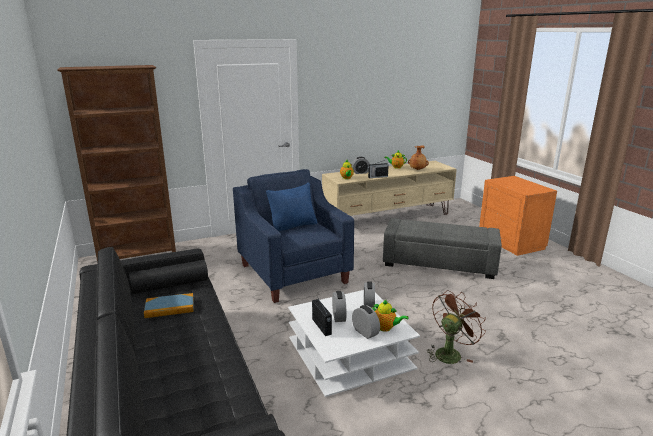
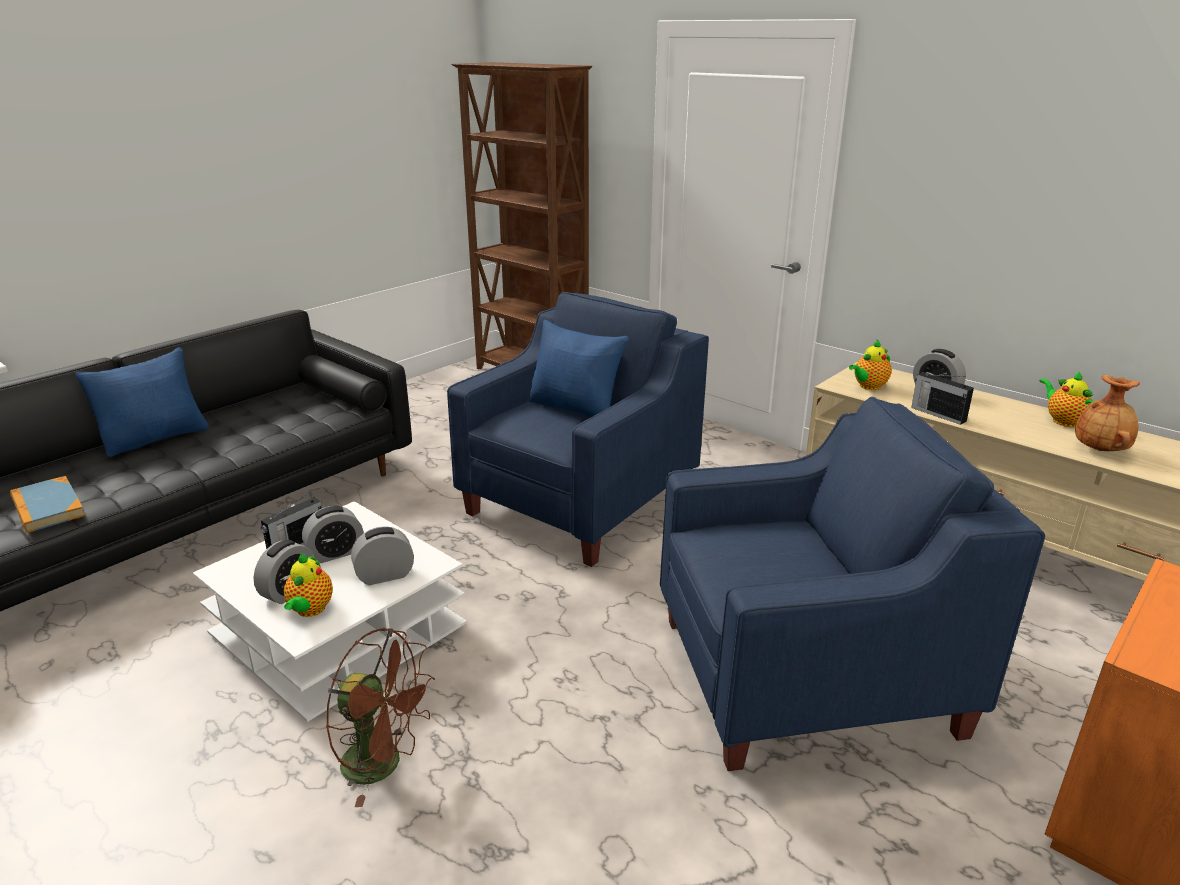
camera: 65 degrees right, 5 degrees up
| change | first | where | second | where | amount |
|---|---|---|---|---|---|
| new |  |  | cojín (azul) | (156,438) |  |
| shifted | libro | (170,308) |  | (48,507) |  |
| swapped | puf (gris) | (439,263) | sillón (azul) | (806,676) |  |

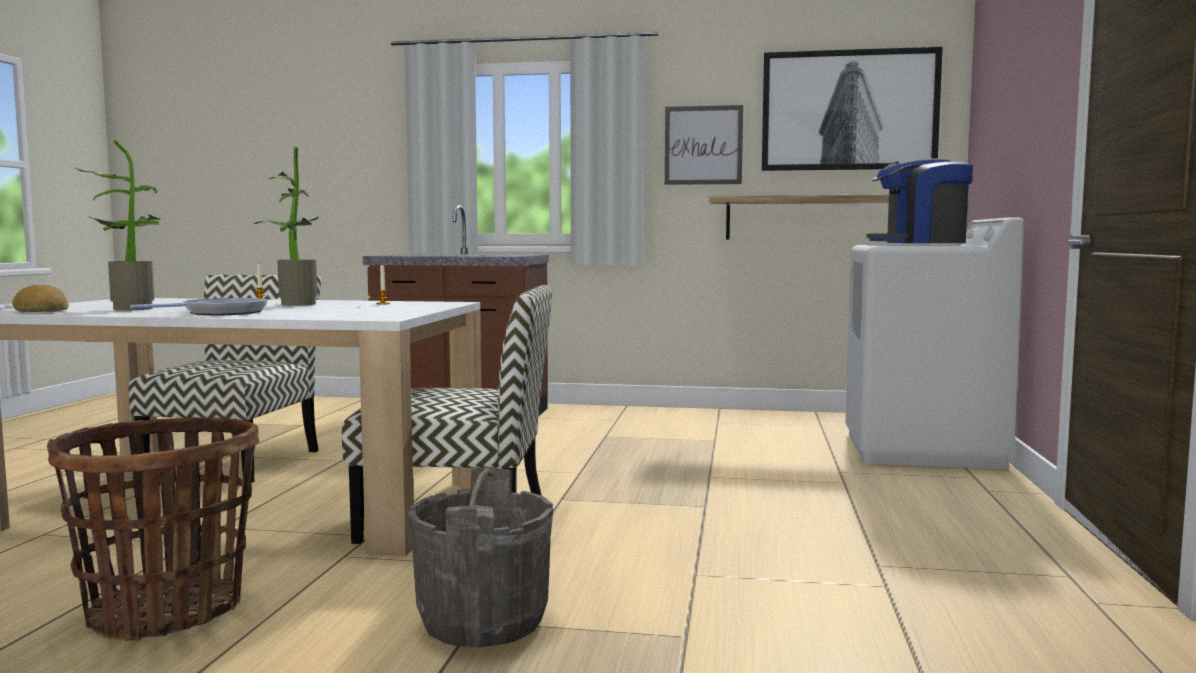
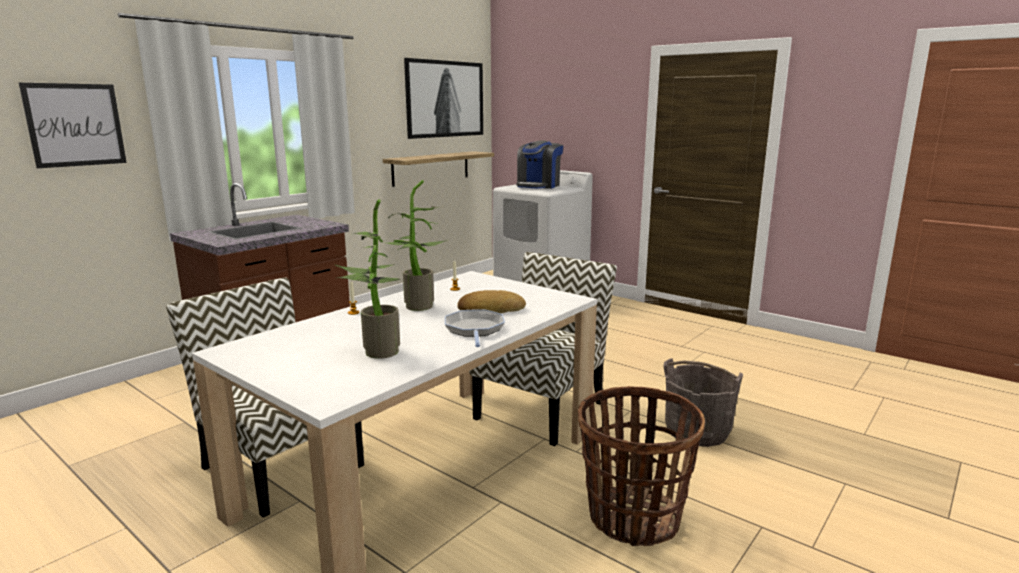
camera: 60 degrees left, 10 degrees up
| change | first | where | second | where | amount |
|---|---|---|---|---|---|
| shifted | pan | (42,310) |  | (490,309) |  |
| shifted | cuadro | (703,145) |  | (75,125) |  |

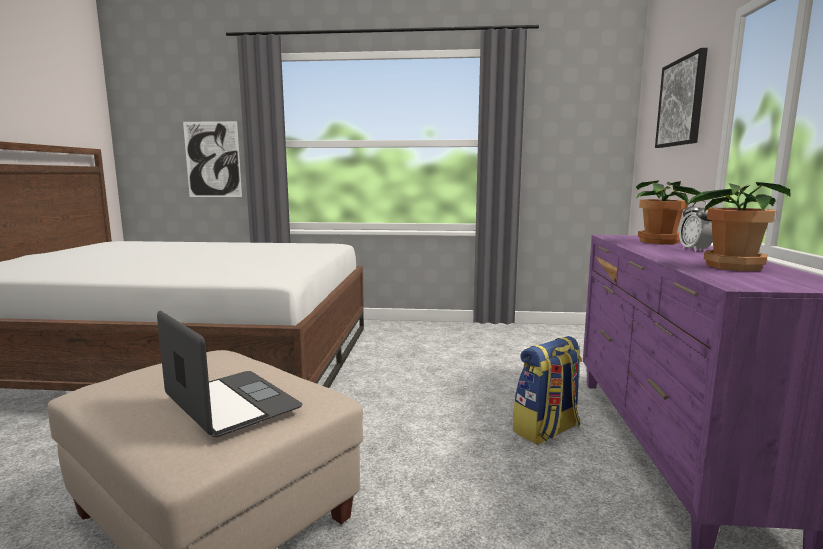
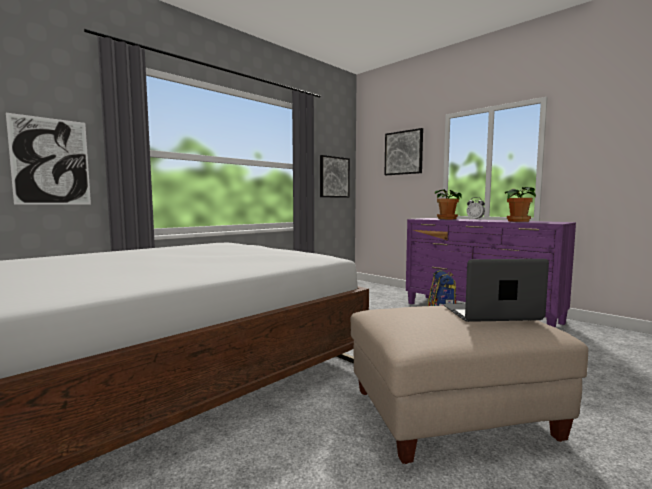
camera: 50 degrees left, 5 degrees down
| change | first | where | second | where | amount |
|---|---|---|---|---|---|
| new |  |  | cuadro | (334,177) |  |

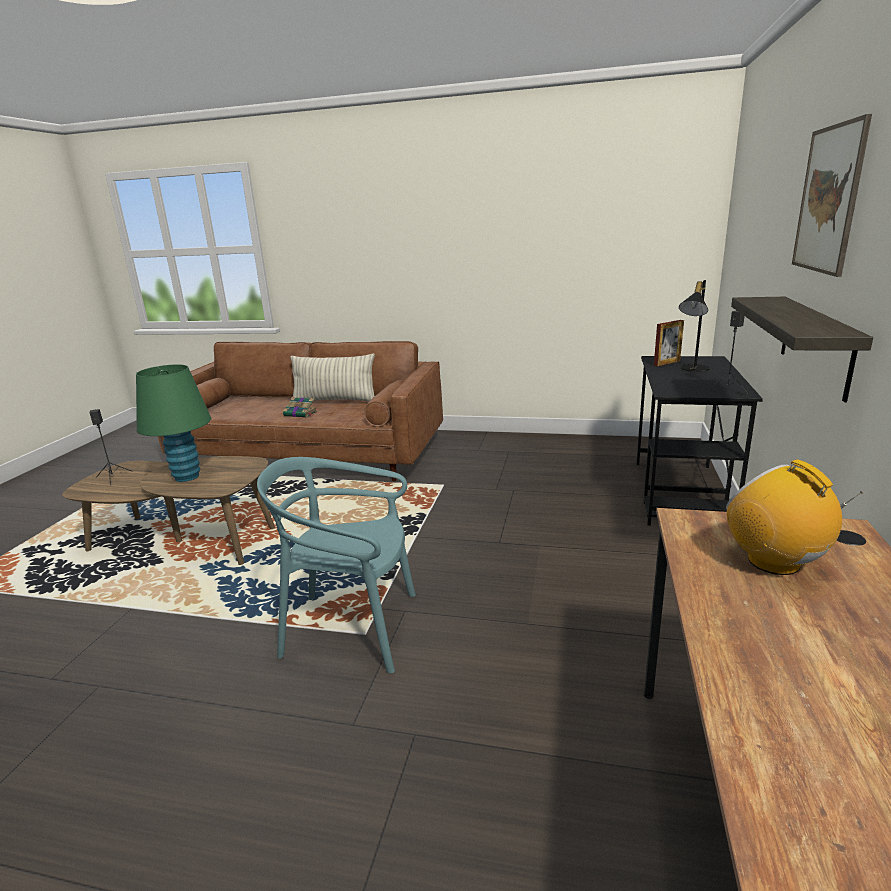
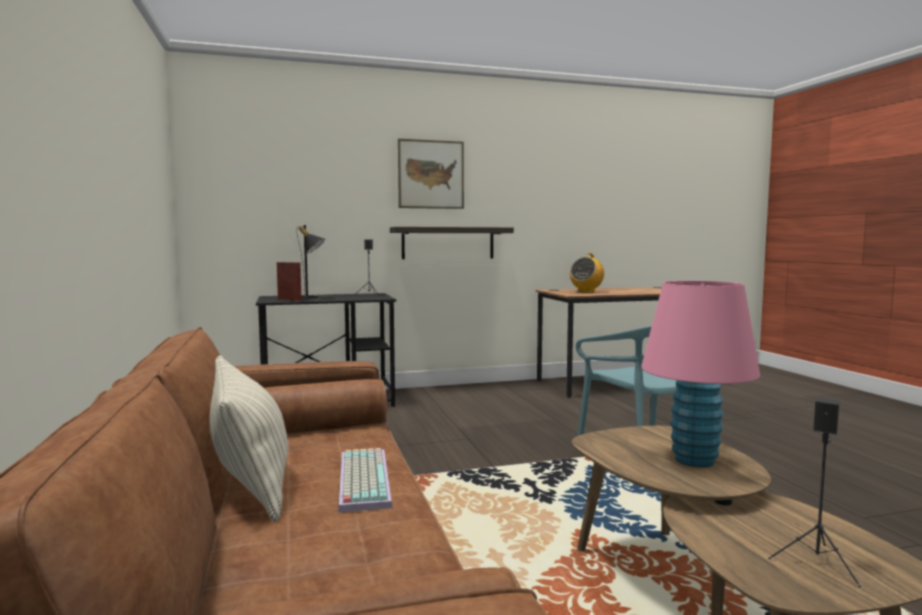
camera: 120 degrees left, 15 degrees down
| change | first | where | second | where | amount |
|---|---|---|---|---|---|
| swapped | libro | (301,414) | teclado | (361,479) |  |
| repainted | lámpara de mesa (verde) | (187,477) | lámpara de mesa (rosa) | (694,460) |  |

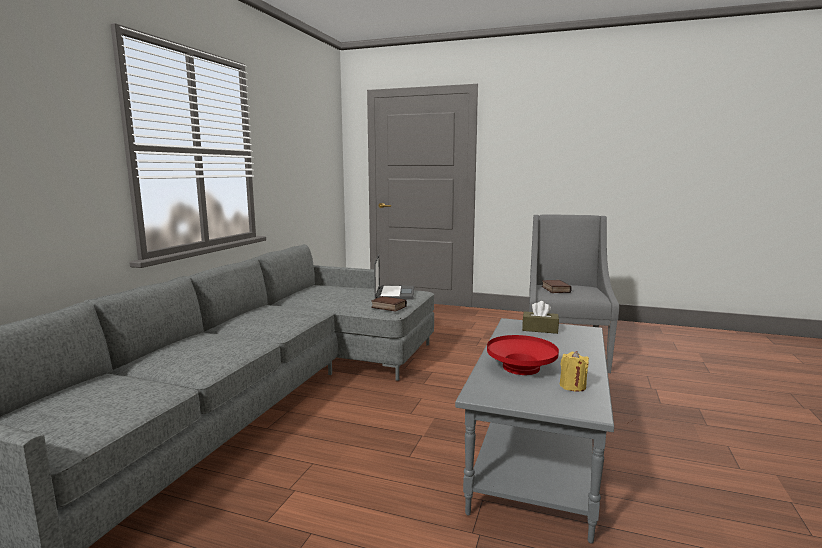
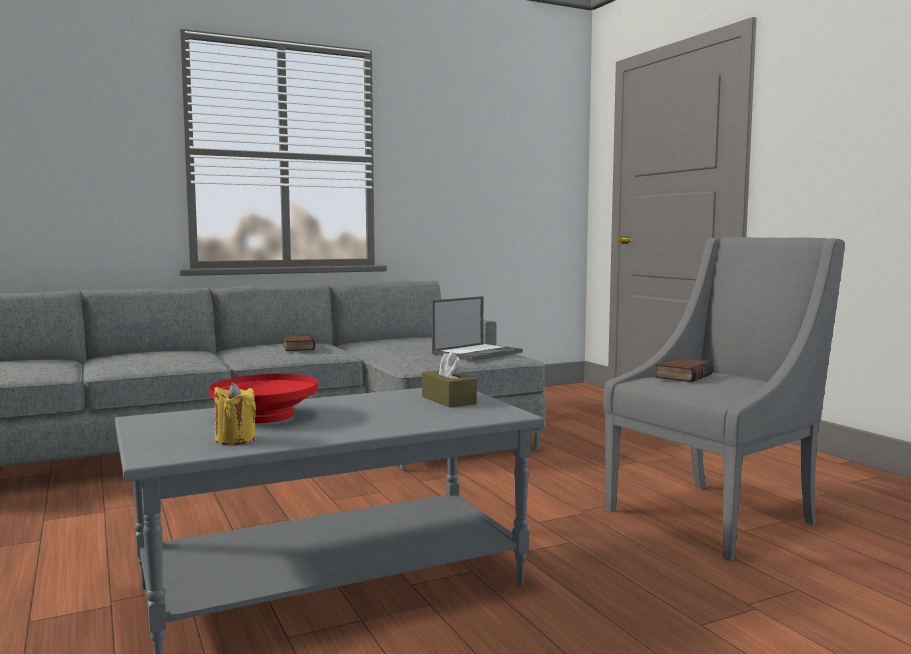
camera: 45 degrees right, 5 degrees down
| change | first | where | second | where | amount |
|---|---|---|---|---|---|
| shifted | libro | (388,307) |  | (297,347) |  |

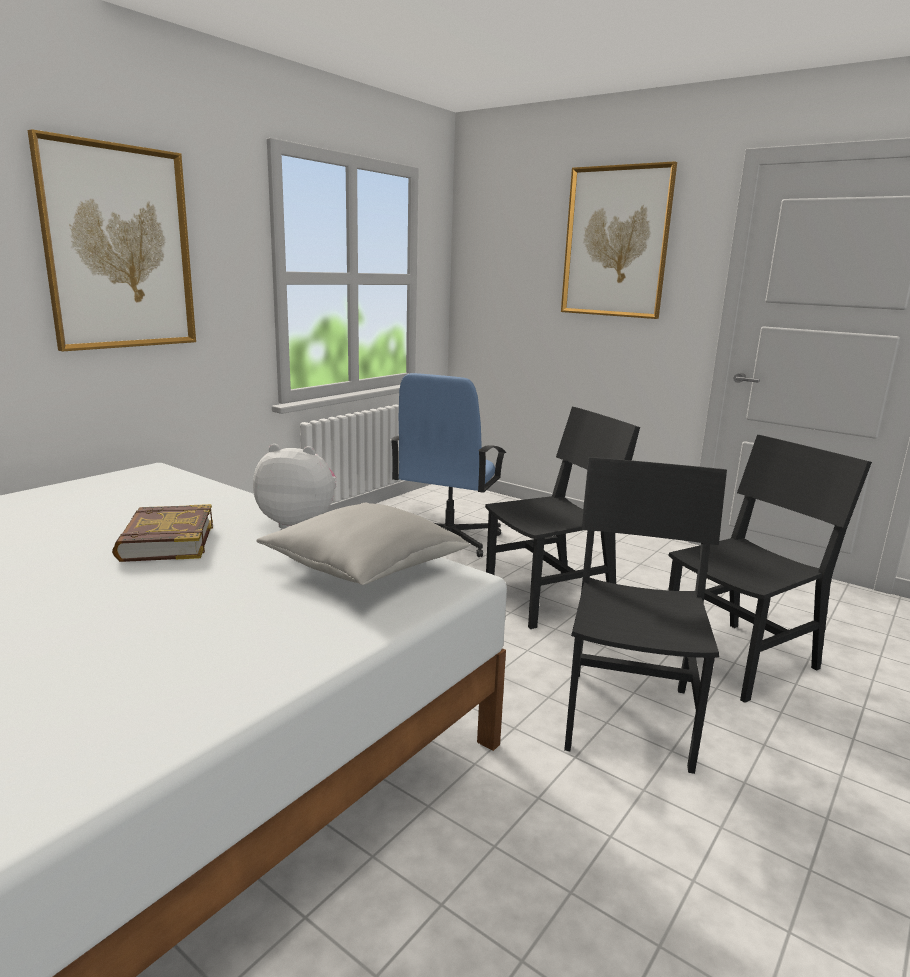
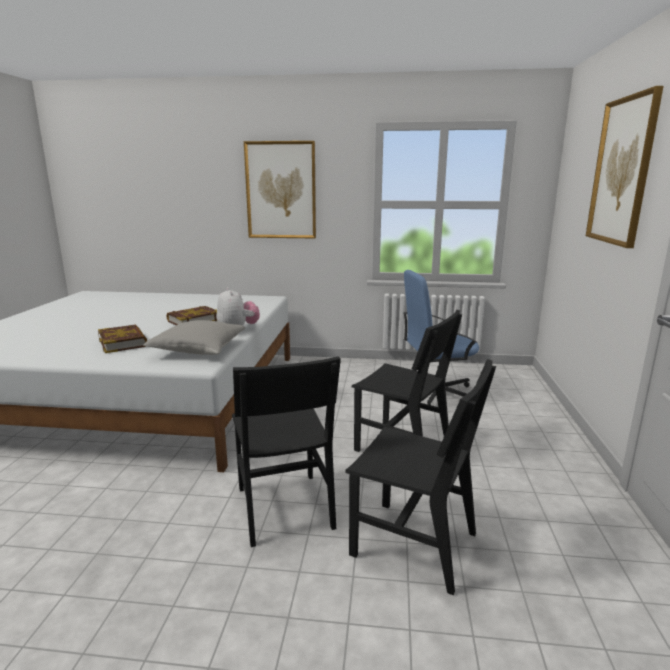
camera: 60 degrees right, 0 degrees up
| change | first | where | second | where | amount |
|---|---|---|---|---|---|
| new |  |  | libro | (123,342) |  |
| rotated | silla (negro) | (628,717) |  | (284,507) | 90 degrees clockwise |

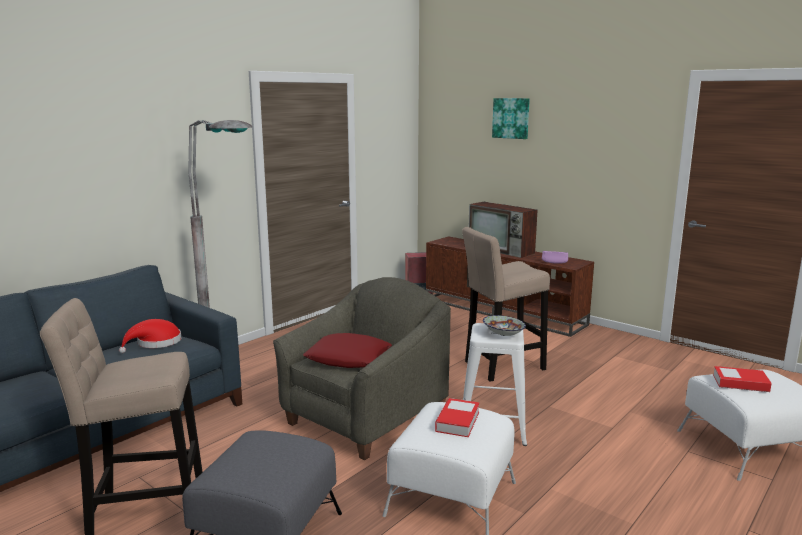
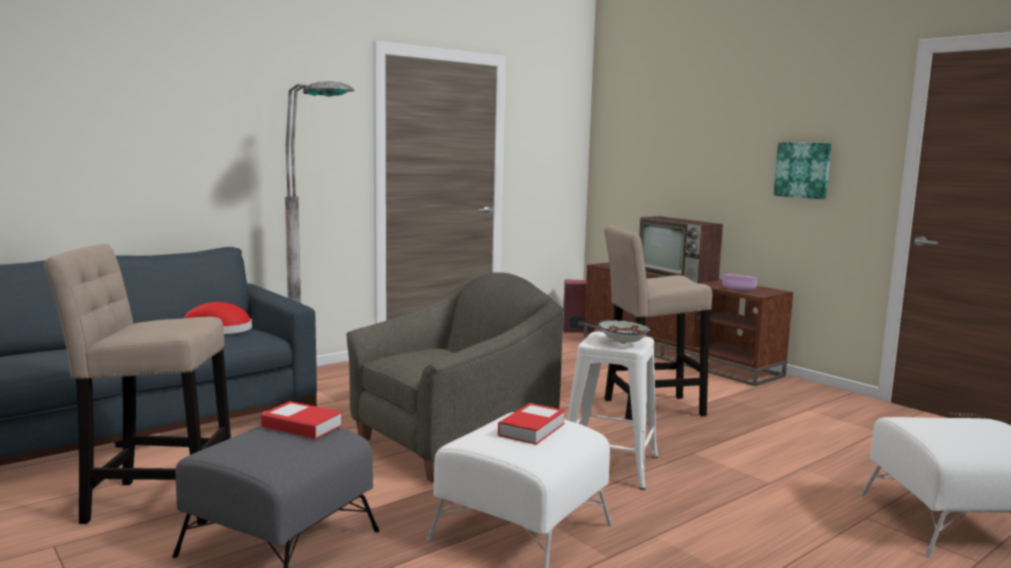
camera: 10 degrees right, 5 degrees down
| change | first | where | second | where | amount |
|---|---|---|---|---|---|
| gone | cojín (rojo) | (348,358) |  |  |  |
| shifted | cuadro | (511,118) |  | (803,170) |  |
| shifted | libro | (740,383) |  | (302,426) |  |

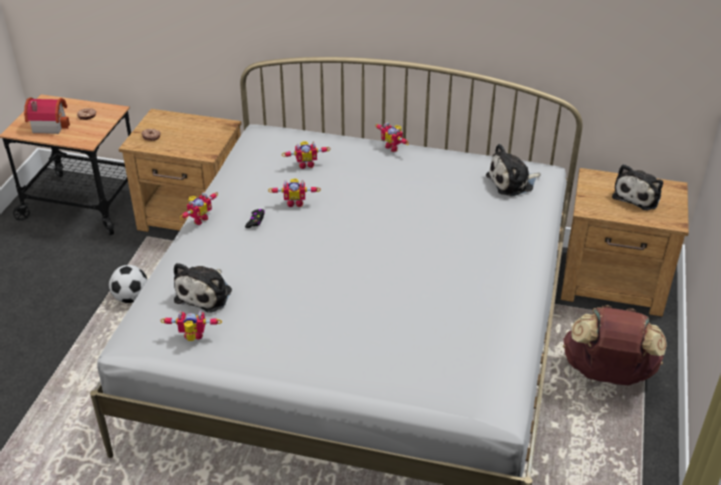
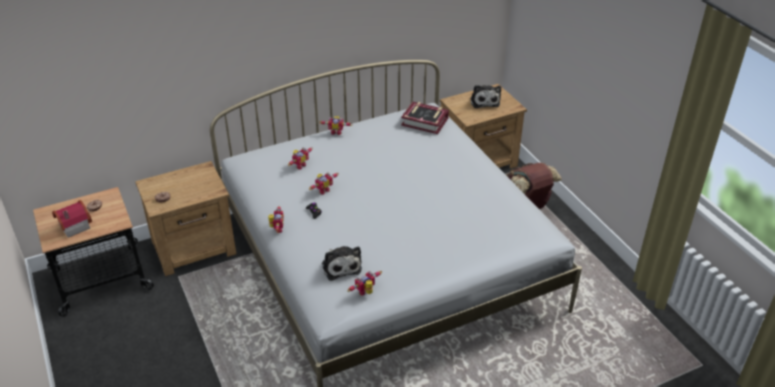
camera: 40 degrees left, 0 degrees up
| change | first | where | second | where | amount |
|---|---|---|---|---|---|
| gone | balón de fútbol | (131,298) |  |  |  |
| swapped | peluche | (512,182) | libro | (425,121) |  |

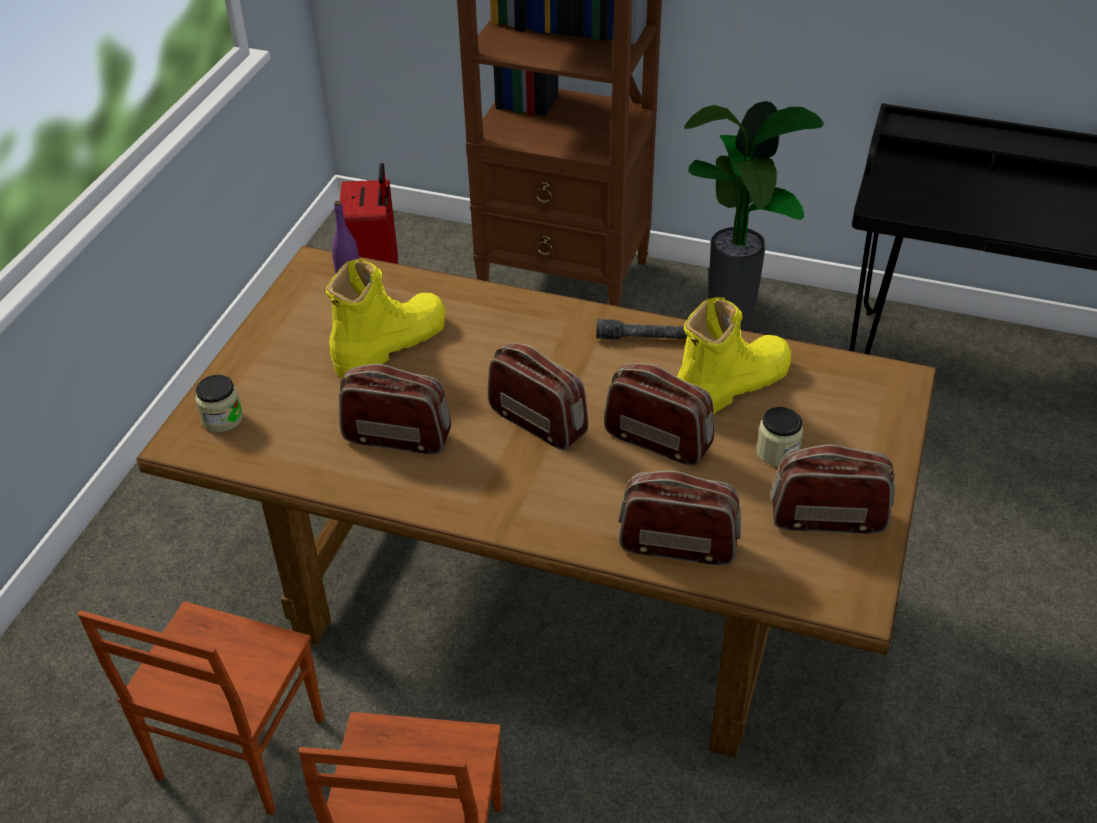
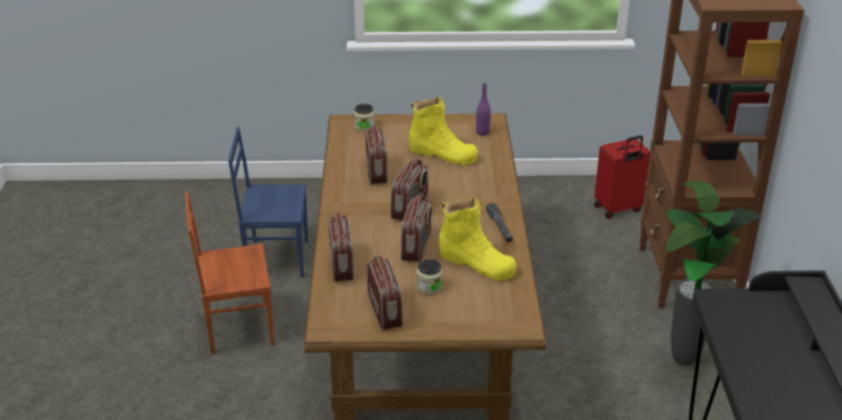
camera: 70 degrees right, 10 degrees down
| change | first | where | second | where | amount |
|---|---|---|---|---|---|
| repainted | silla (marrón) | (237,750) | silla (azul) | (276,257) |  |

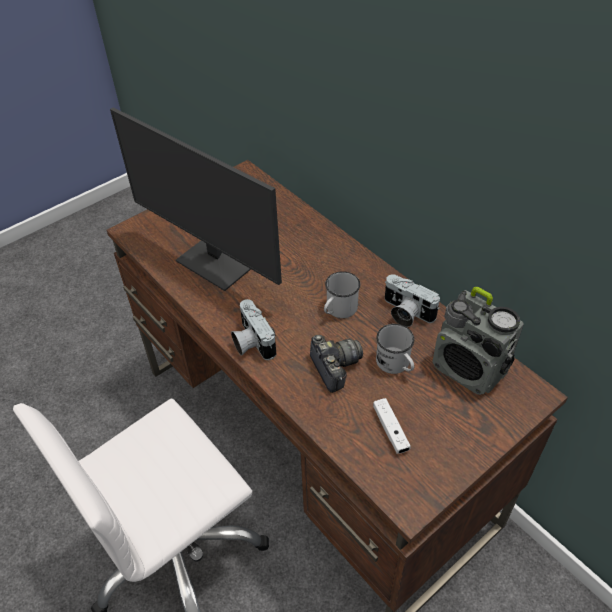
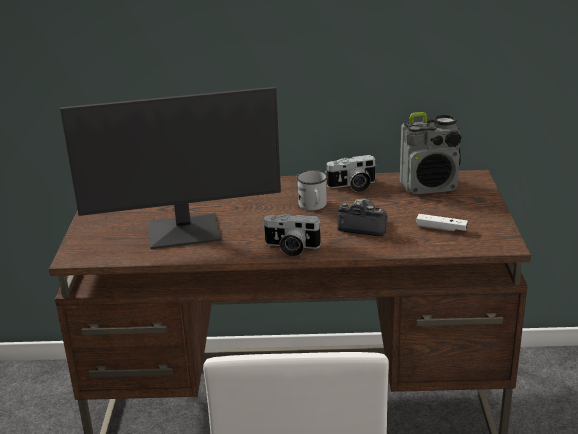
camera: 50 degrees left, 20 degrees down
| change | first | where | second | where | amount |
|---|---|---|---|---|---|
| gone | taza grande (blanco) | (396,365) |  |  |  |

